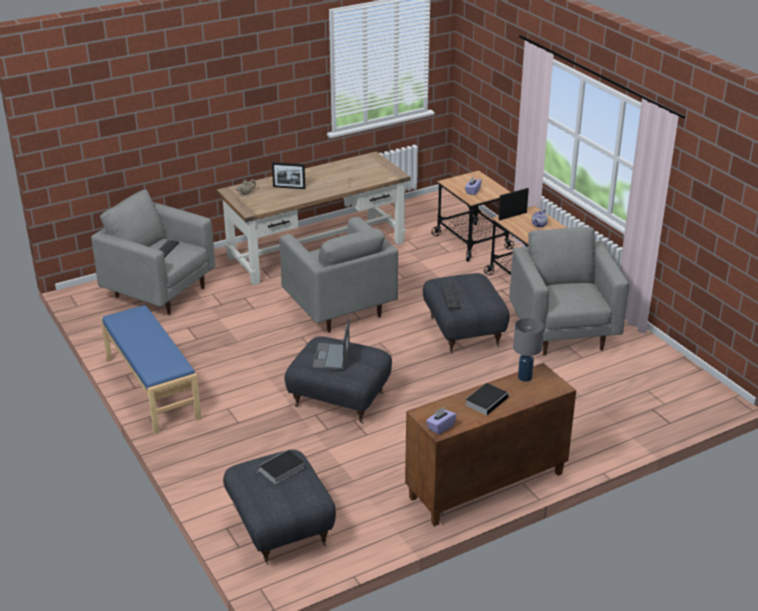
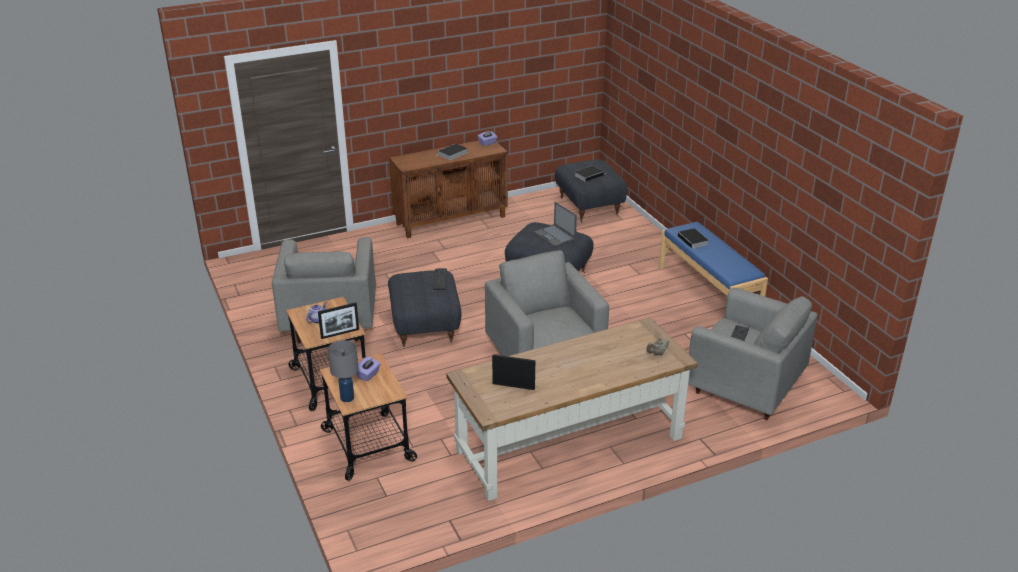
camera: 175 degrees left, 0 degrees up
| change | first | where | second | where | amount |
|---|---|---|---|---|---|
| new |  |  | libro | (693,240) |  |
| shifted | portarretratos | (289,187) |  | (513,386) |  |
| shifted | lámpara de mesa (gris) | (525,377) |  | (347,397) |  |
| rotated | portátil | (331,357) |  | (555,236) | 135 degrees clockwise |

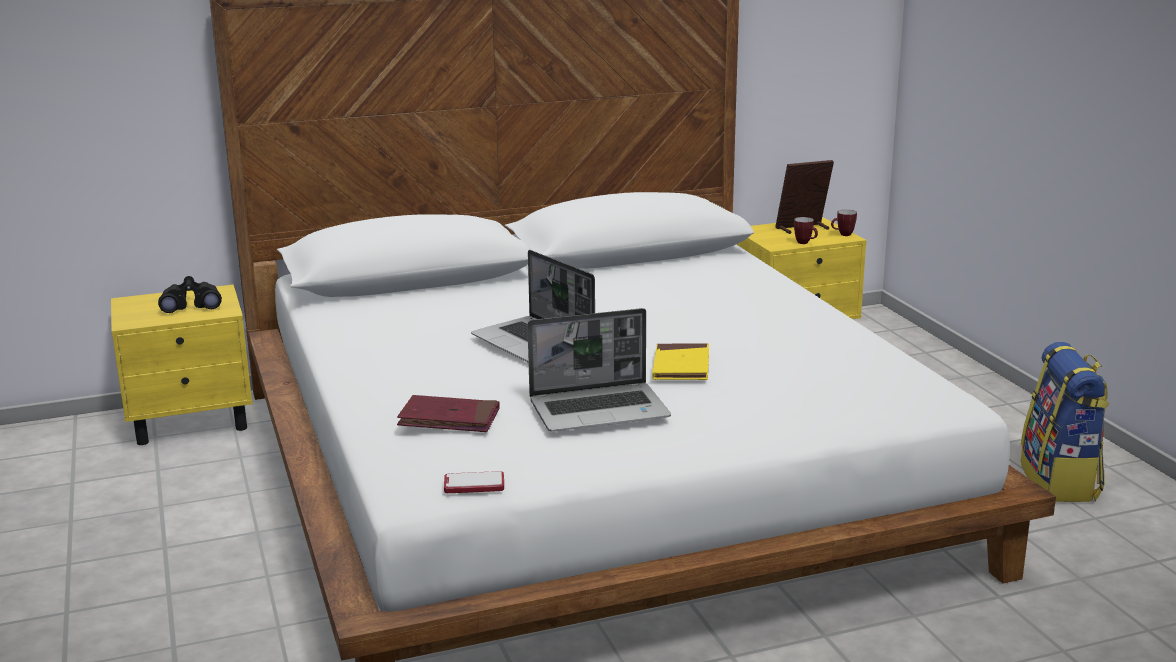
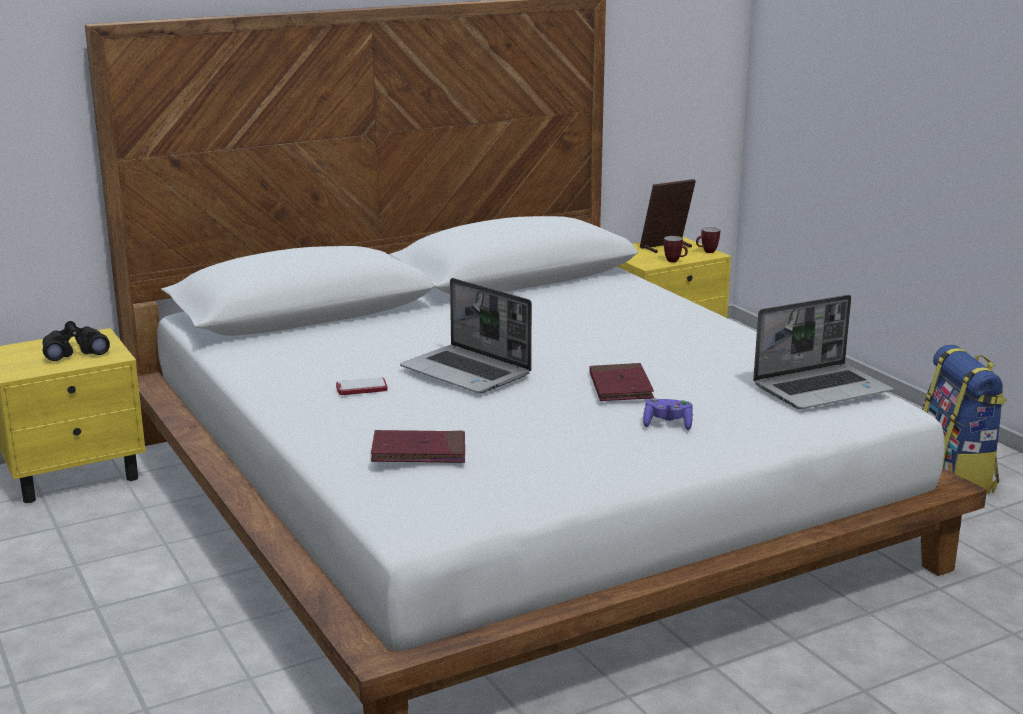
camera: 10 degrees left, 0 degrees up
| change | first | where | second | where | amount |
|---|---|---|---|---|---|
| new |  |  | mando de consola (morado) | (667,424) |  |
| shifted | móvil | (474,484) |  | (361,388) |  |
| shifted | portátil | (600,410) |  | (822,389) |  |
| repainted | libro (amarillo) | (681,367) | libro (rojo) | (620,387) |  |

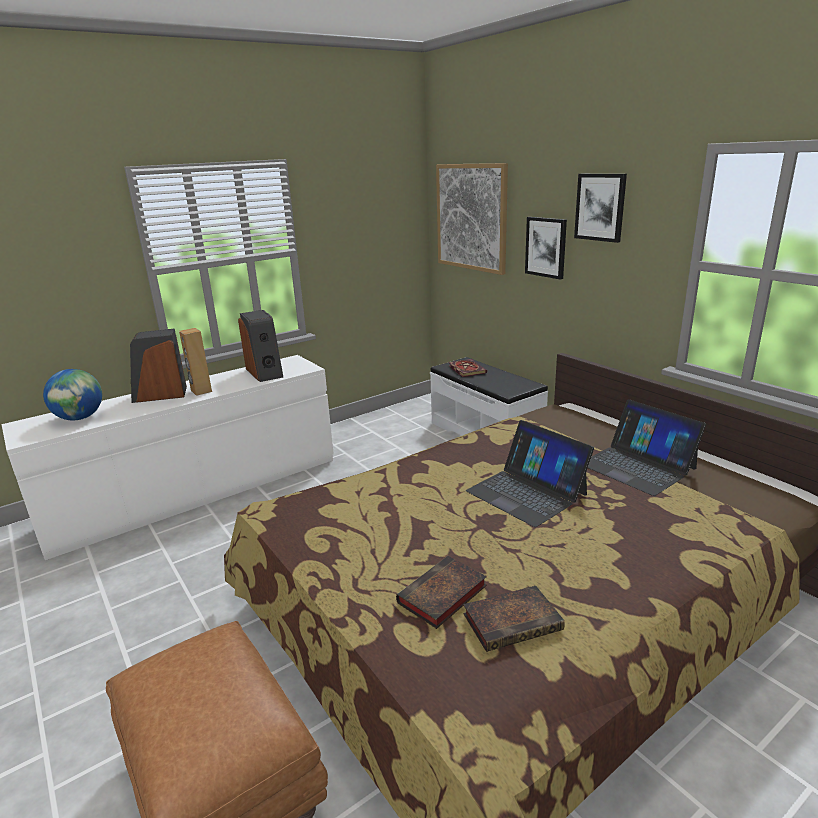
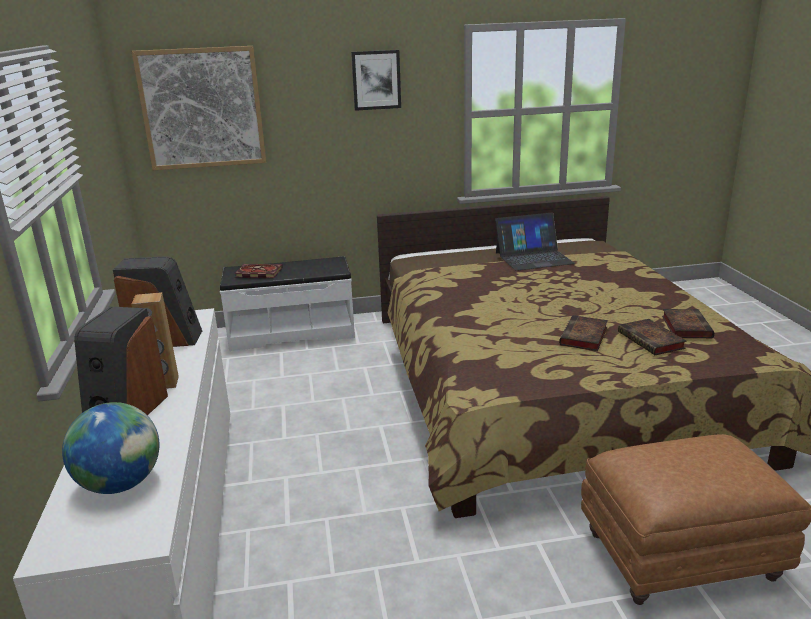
camera: 65 degrees left, 0 degrees up
| change | first | where | second | where | amount |
|---|---|---|---|---|---|
| gone | portátil | (526,492) |  |  |  |
| gone | cuadro | (546,247) |  |  |  |
| new |  |  | libro | (584,337) |  |

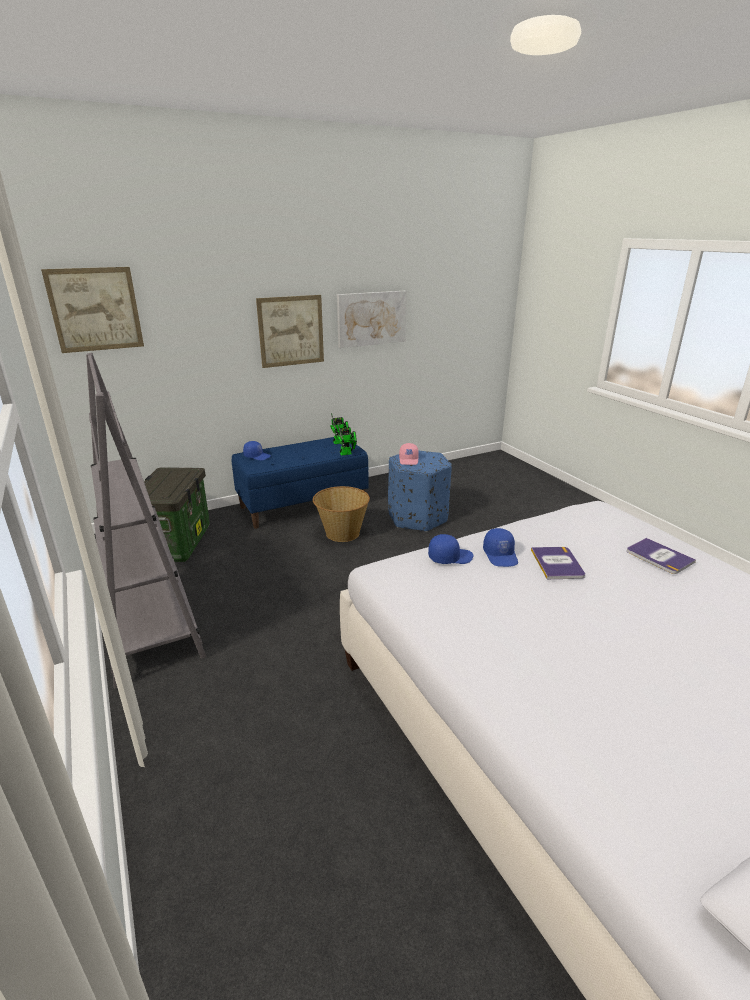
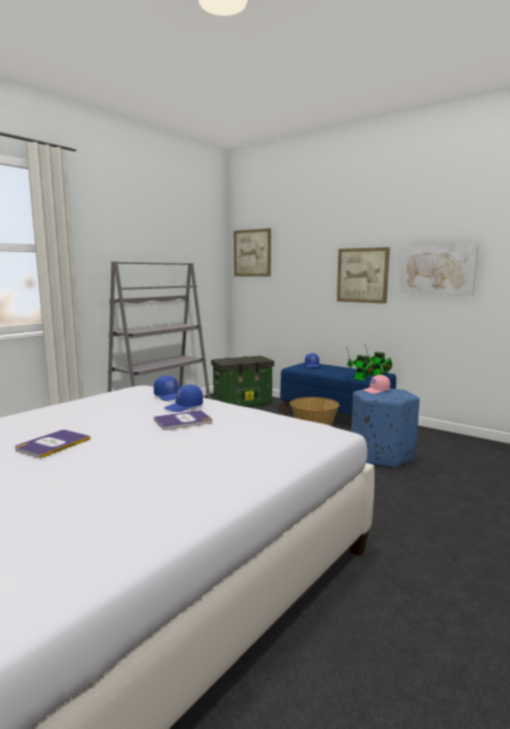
camera: 65 degrees right, 15 degrees down
| change | first | where | second | where | amount |
|---|---|---|---|---|---|
| shifted | libro | (659,556) |  | (53,444) |  |

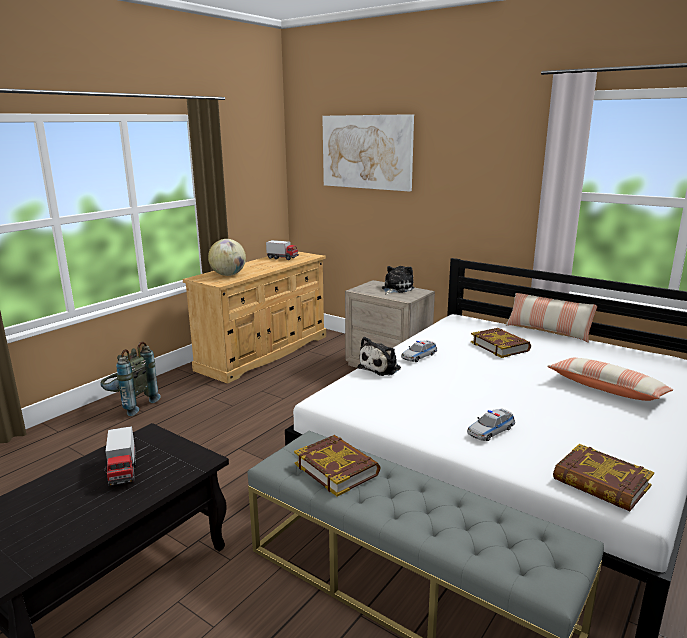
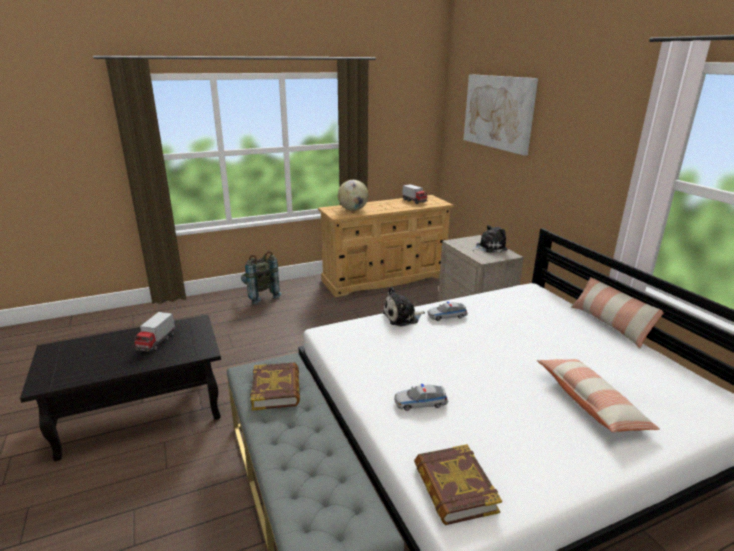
camera: 30 degrees right, 5 degrees up
| change | first | where | second | where | amount |
|---|---|---|---|---|---|
| gone | libro | (500,346) |  |  |  |

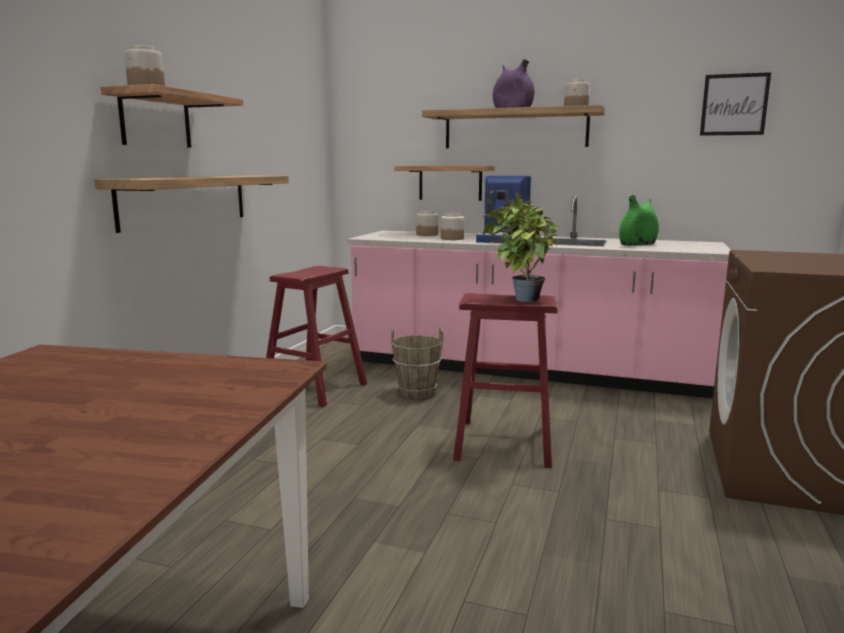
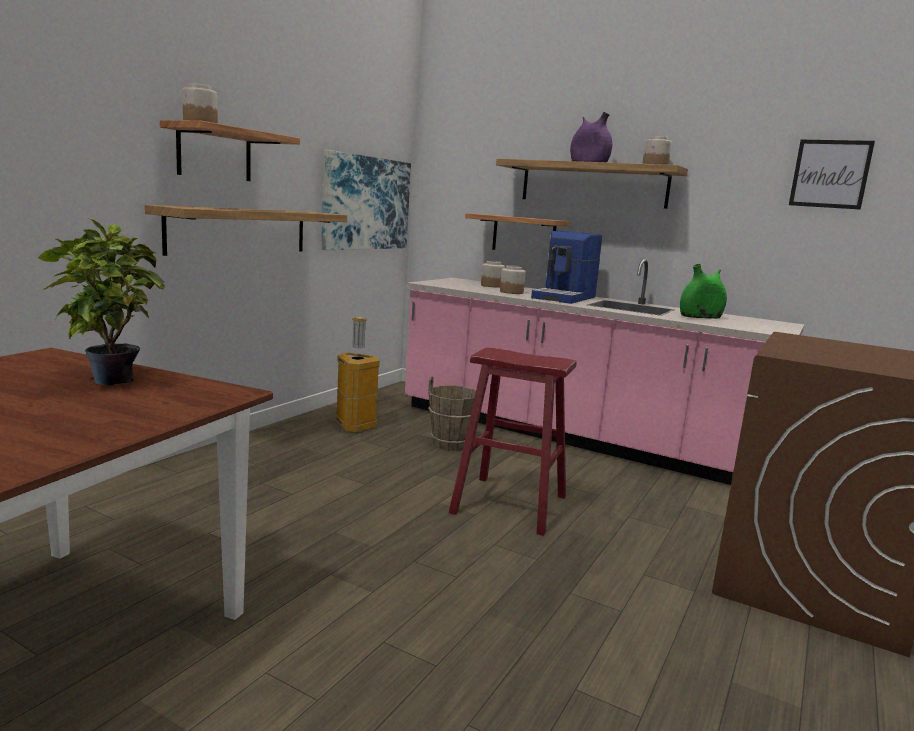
camera: 10 degrees right, 0 degrees up
| change | first | where | second | where | amount |
|---|---|---|---|---|---|
| new |  |  | cuadro | (366,203) |  |
| shifted | planta en maceta | (520,299) |  | (108,380) |  |
| swapped | taburete (rojo) | (315,388) | papelera | (354,426) |  |

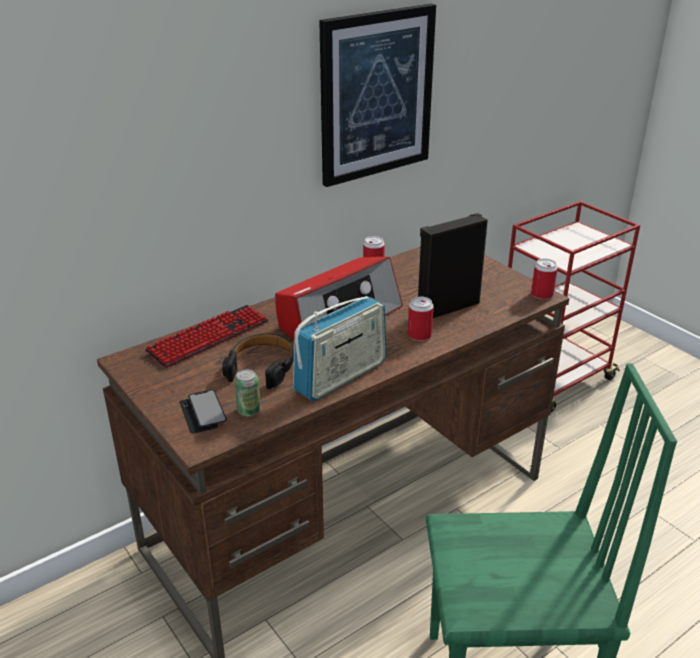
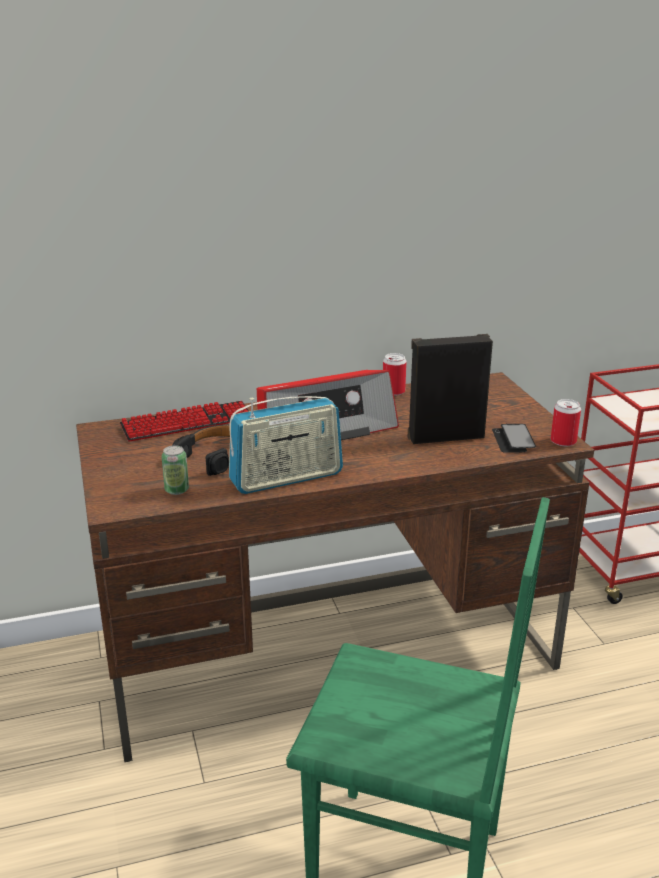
camera: 20 degrees right, 5 degrees down
| change | first | where | second | where | amount |
|---|---|---|---|---|---|
| gone | cuadro | (376,95) |  |  |  |
| gone | lata | (419,335) |  |  |  |
| shifted | móvil | (203,413) |  | (513,440) |  |

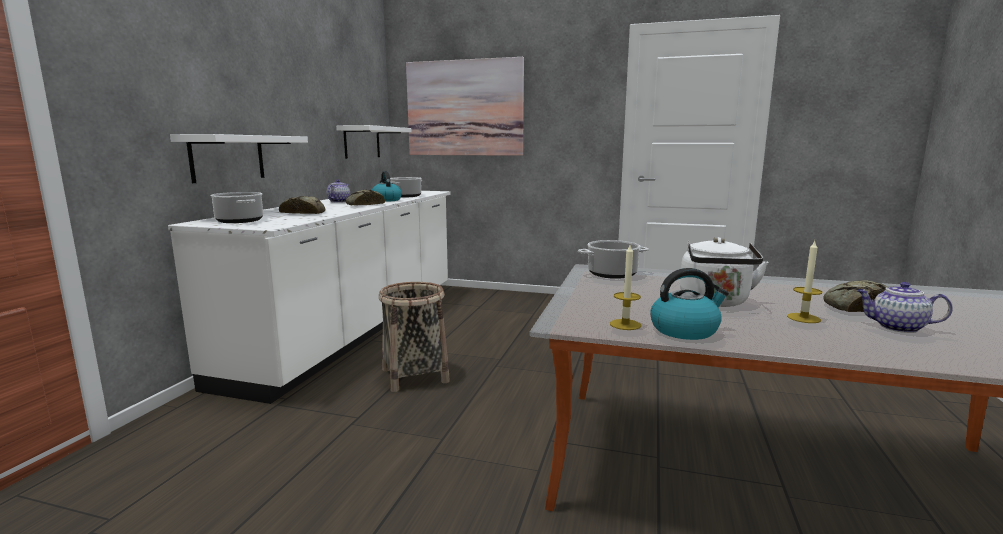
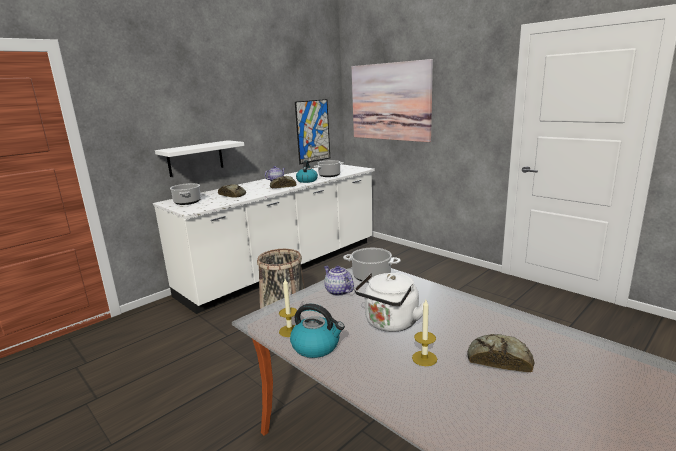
camera: 30 degrees right, 5 degrees up
| change | first | where | second | where | amount |
|---|---|---|---|---|---|
| shifted | tetera | (896,327) |  | (338,291) |  |
| swapped | estante (blanco) | (362,142) | cuadro | (313,131) |  |

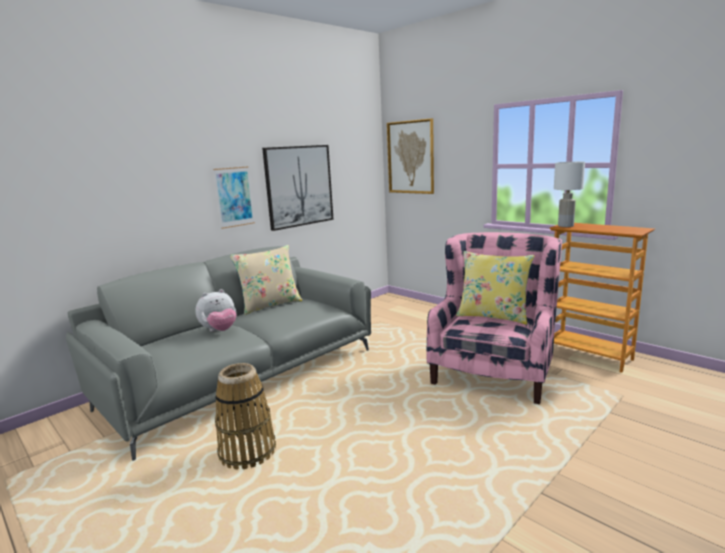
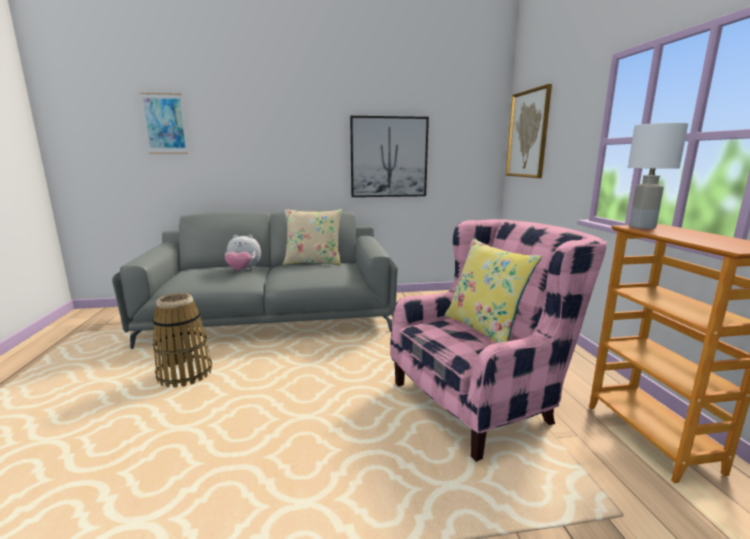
camera: 35 degrees right, 0 degrees up
| change | first | where | second | where | amount |
|---|---|---|---|---|---|
| shifted | cuadro | (234,197) |  | (165,124) |  |

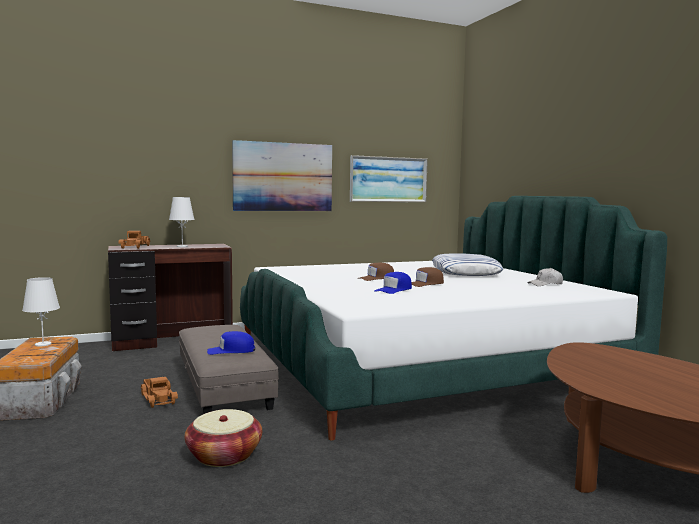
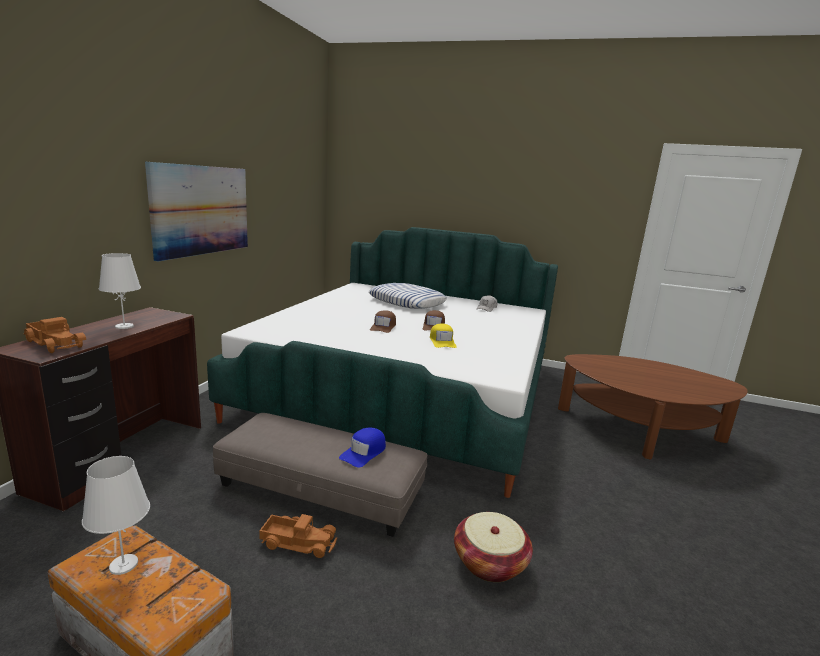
camera: 50 degrees left, 10 degrees up
| change | first | where | second | where | amount |
|---|---|---|---|---|---|
| gone | cuadro | (388,179) |  |  |  |
| repainted | gorra (azul) | (394,290) | gorra (amarillo) | (442,341) |  |

